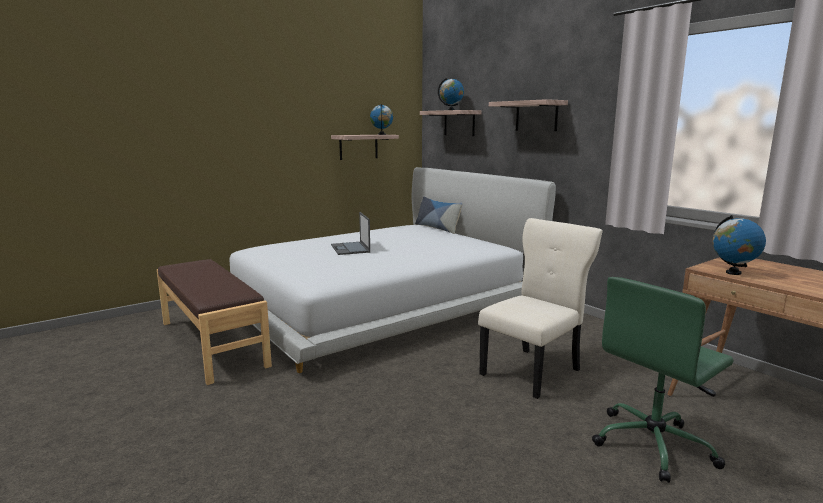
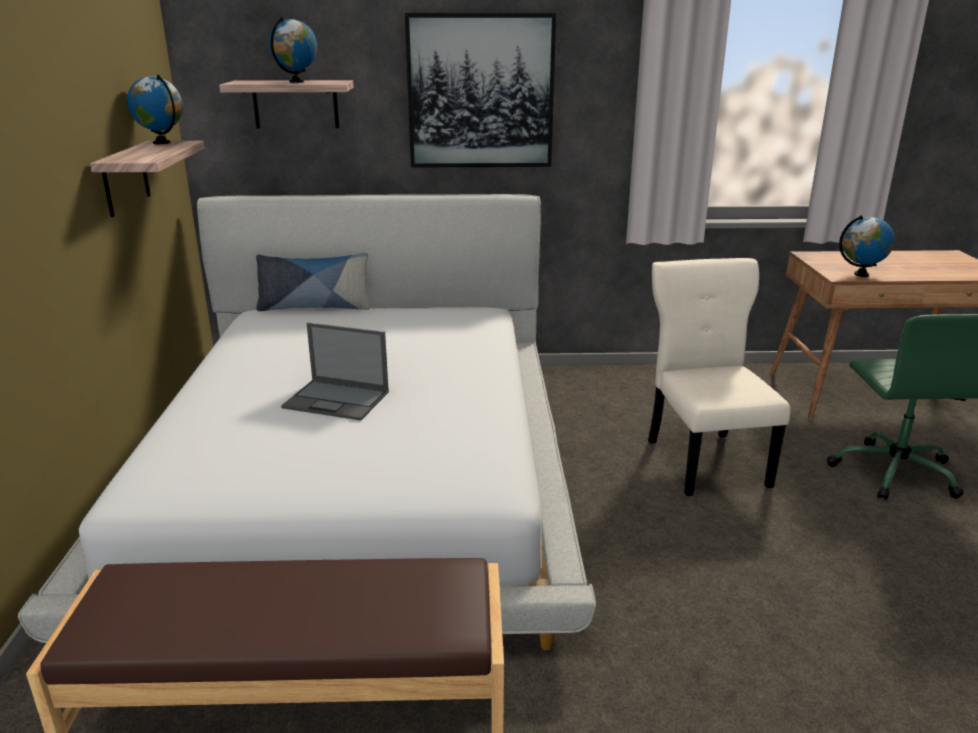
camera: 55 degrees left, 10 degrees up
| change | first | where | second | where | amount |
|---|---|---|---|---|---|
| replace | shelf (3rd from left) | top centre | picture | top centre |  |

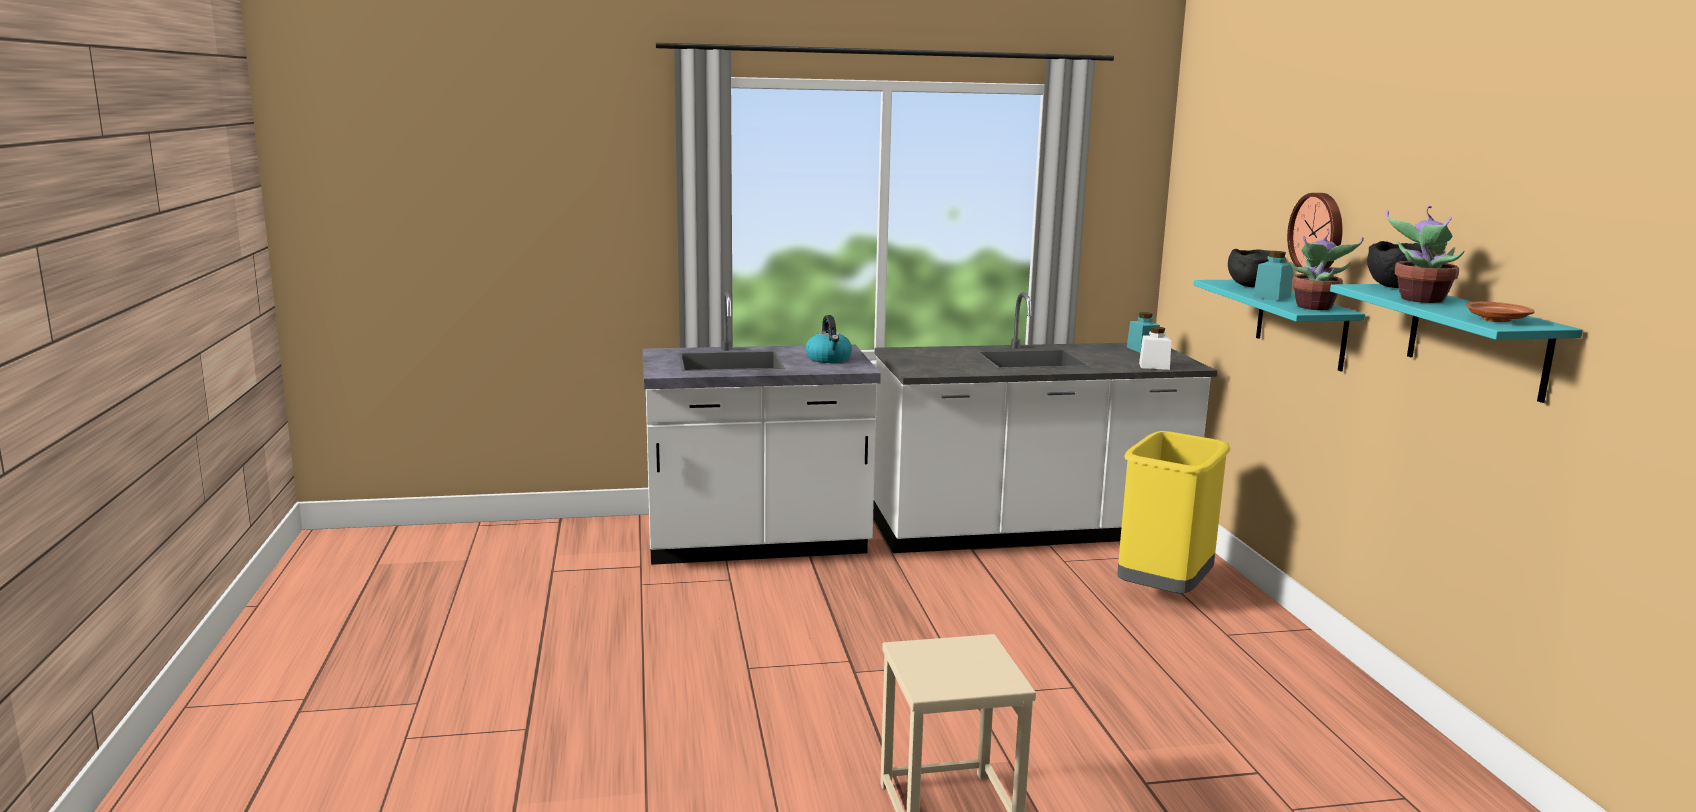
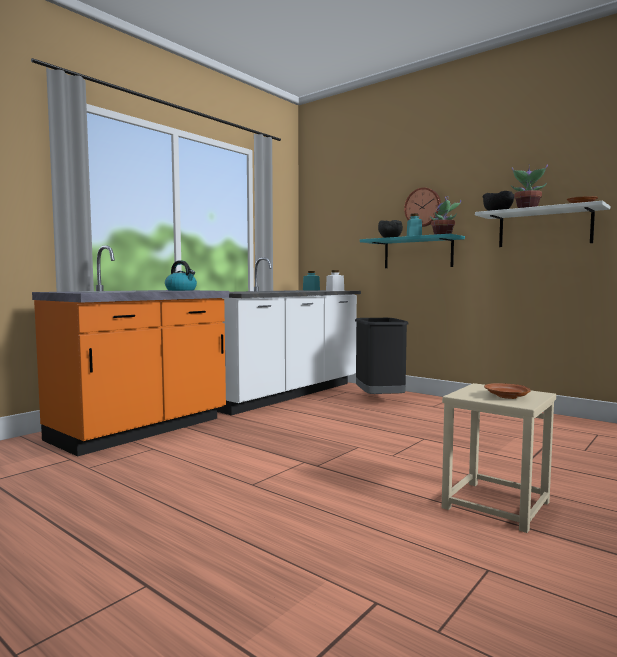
camera: 40 degrees left, 10 degrees down
| change | first | where | second | where | amount |
|---|---|---|---|---|---|
| insert |  |  | brown plate (1st from left) | middle right |  |
| recolor | white counter (1st from left) | centre | orange counter | middle left |  |
| recolor | yellow trash can | middle right | black trash can | centre |  |
| recolor | turquoise shelf (2nd from left) | middle right | white shelf | middle right |  |

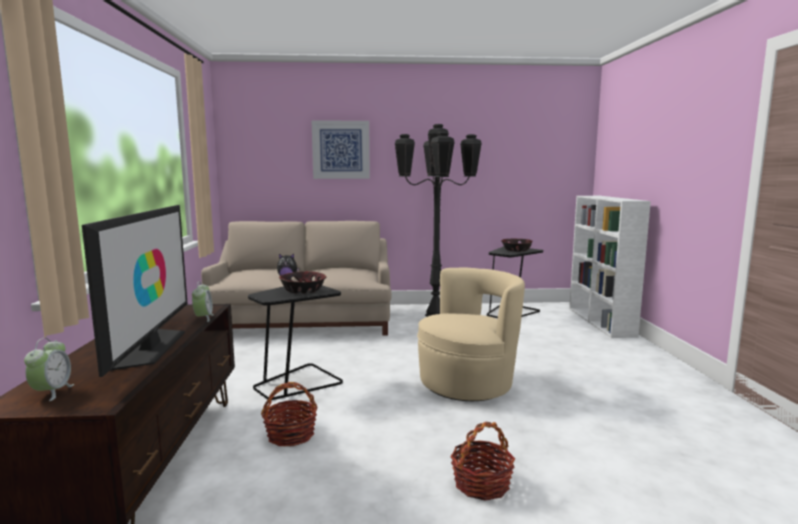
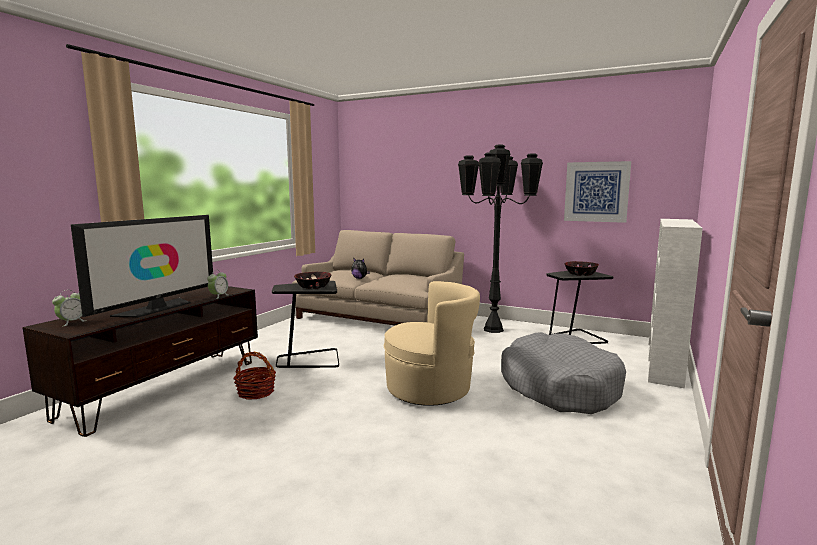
camera: 30 degrees right, 0 degrees up
| change | first | where | second | where | amount |
|---|---|---|---|---|---|
| delete | basket (2nd from left) | bottom centre |  |  |  |
| insert |  |  | grey dog bed | bottom right |  |
| move | picture | top centre |  | middle right |  |

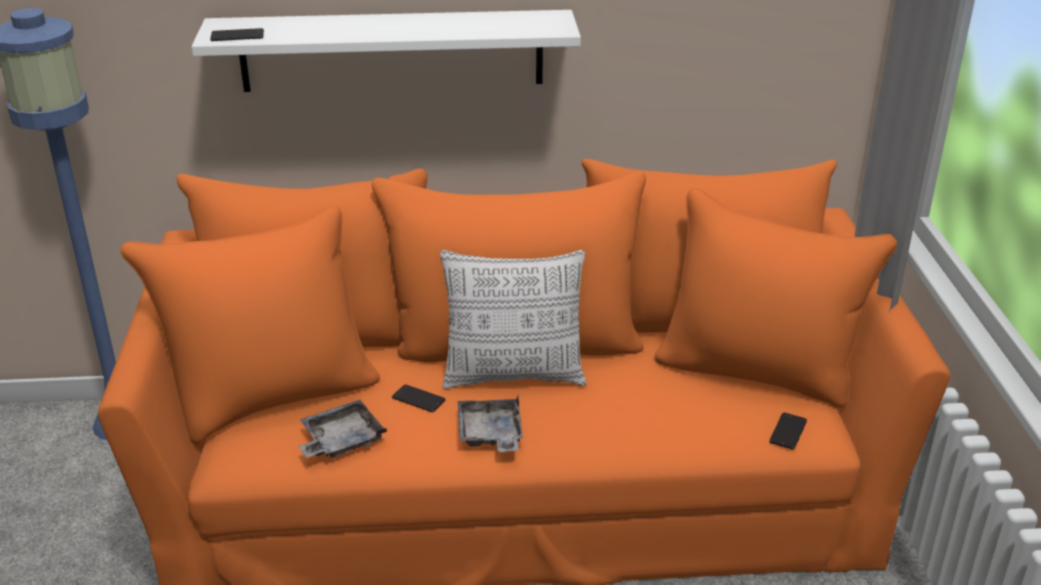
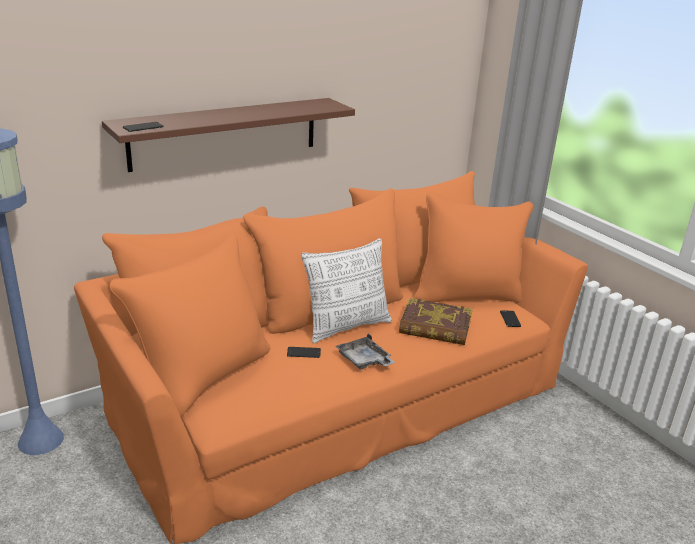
camera: 30 degrees left, 5 degrees down
| change | first | where | second | where | amount |
|---|---|---|---|---|---|
| delete | grey tray (1st from left) | bottom left |  |  |  |
| insert |  |  | book | centre |  |
| recolor | white shelf | top centre | brown shelf | top left |  |

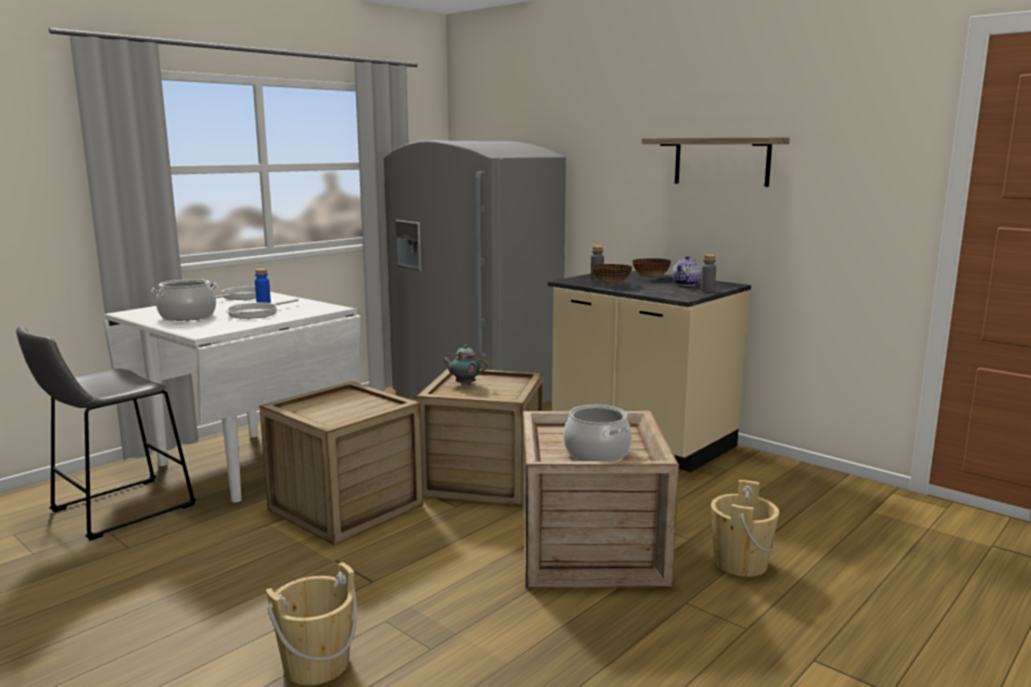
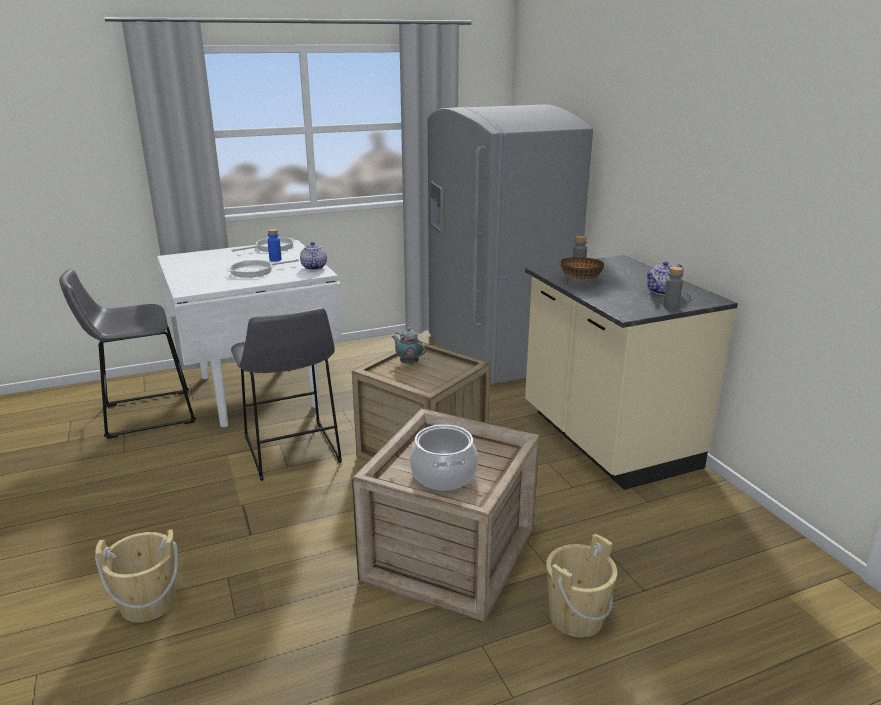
camera: 25 degrees right, 10 degrees up
| change | first | where | second | where | amount |
|---|---|---|---|---|---|
| delete | cooking pot (1st from left) | middle left |  |  |  |
| delete | bowl (2nd from left) | centre |  |  |  |
| delete | shelf | top right |  |  |  |
| insert |  |  | teapot (1st from left) | centre |  |
| replace | crate (1st from left) | bottom left | grey stool (2nd from left) | middle left |  |

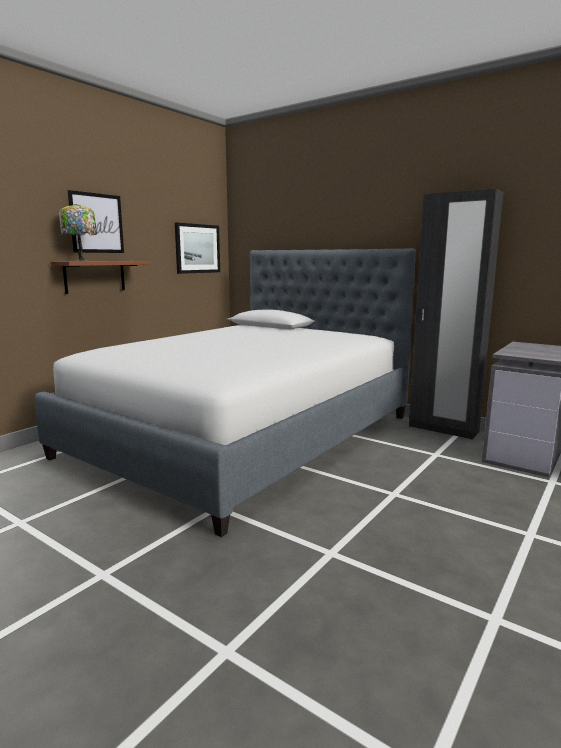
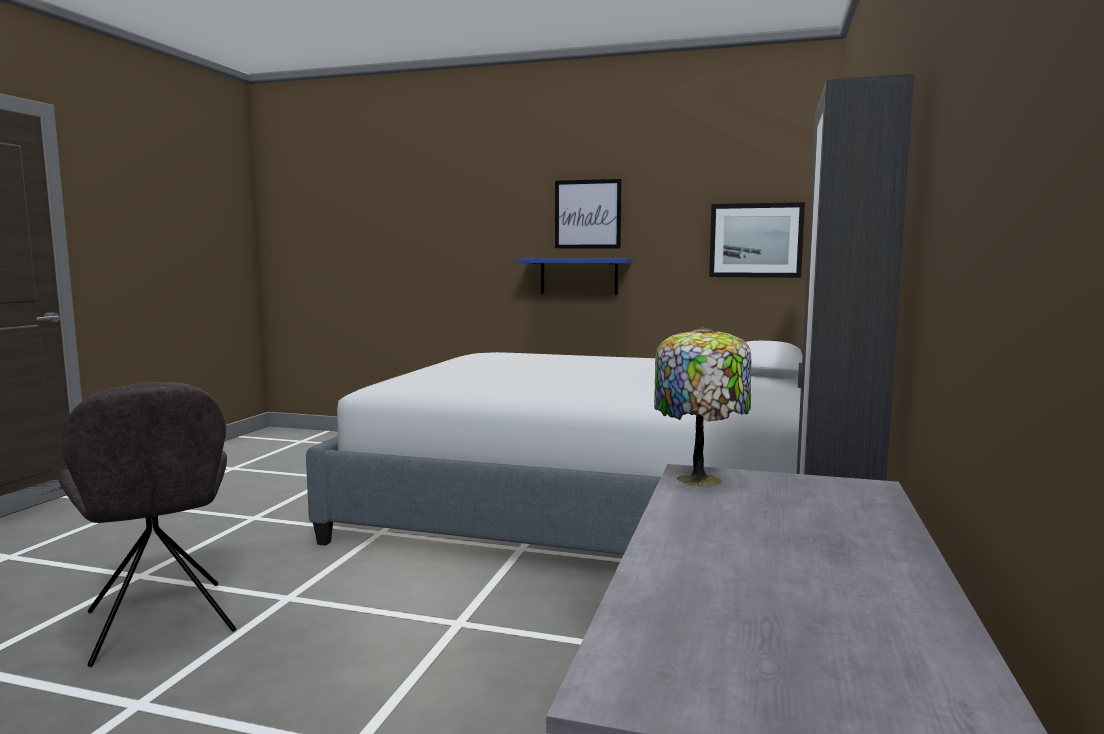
camera: 70 degrees right, 5 degrees down
| change | first | where | second | where | amount |
|---|---|---|---|---|---|
| insert |  |  | grey chair | bottom left |  |
| move | table lamp | top left |  | centre |  |
| recolor | brown shelf | middle left | blue shelf | centre |  |

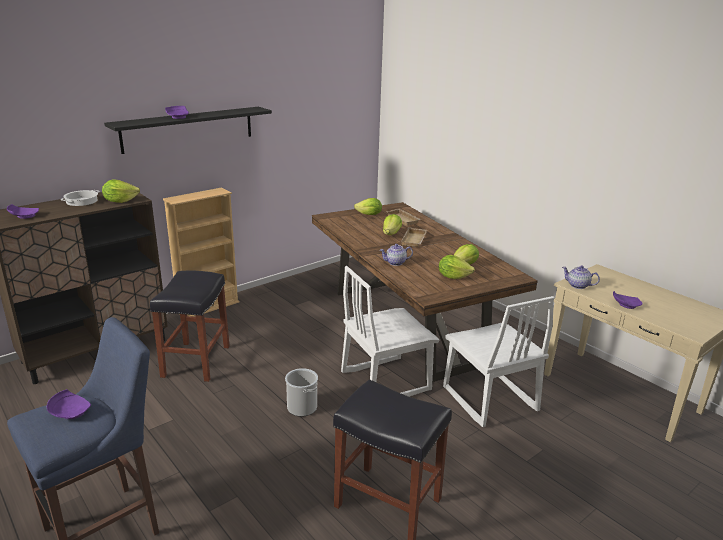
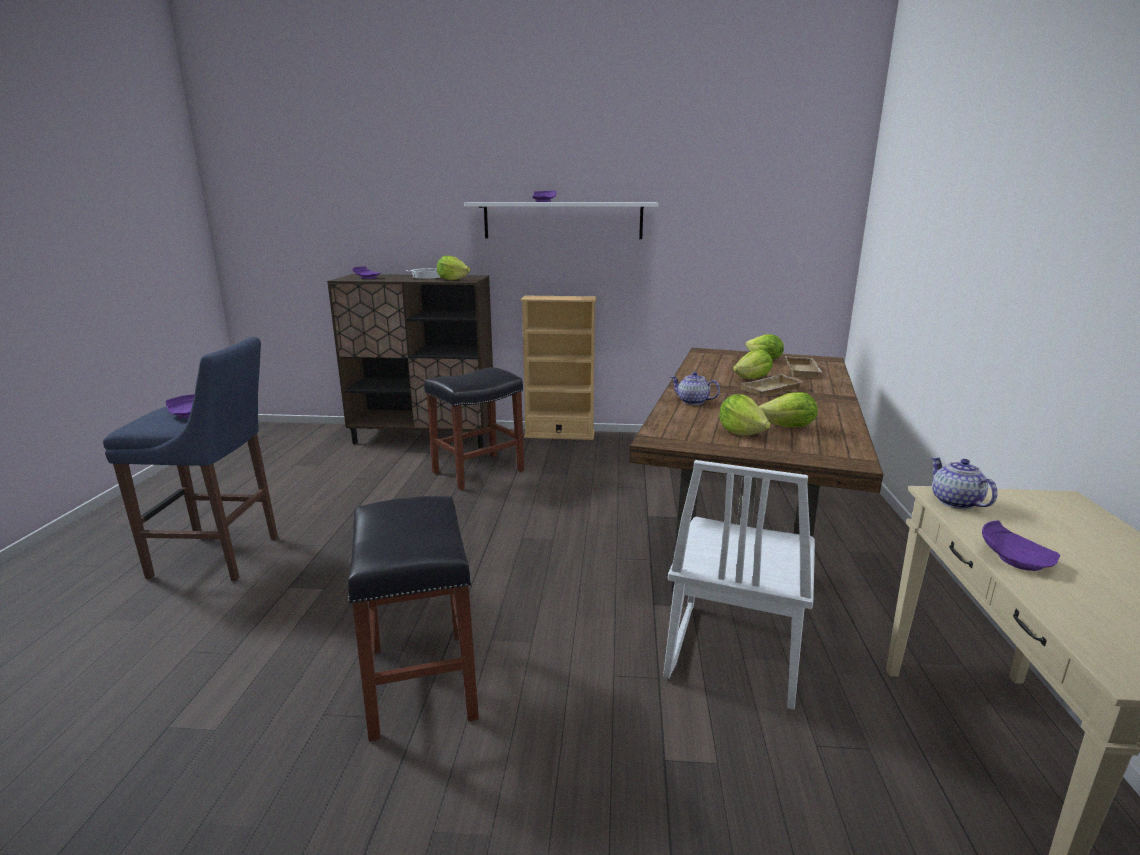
camera: 45 degrees right, 5 degrees down
| change | first | where | second | where | amount |
|---|---|---|---|---|---|
| delete | bucket | bottom centre |  |  |  |
| delete | white chair (1st from left) | centre |  |  |  |
| recolor | black shelf | top left | white shelf | top centre |  |

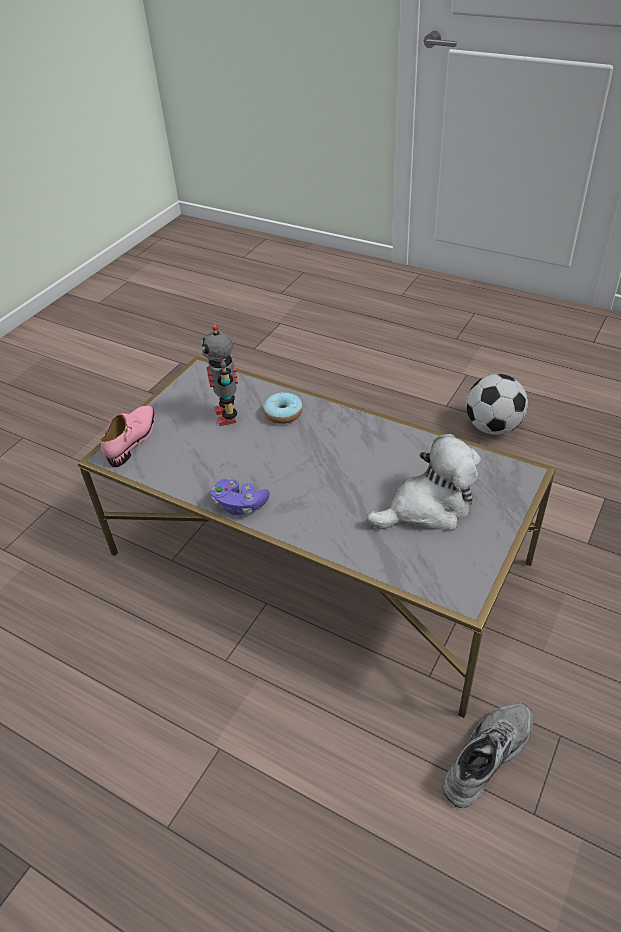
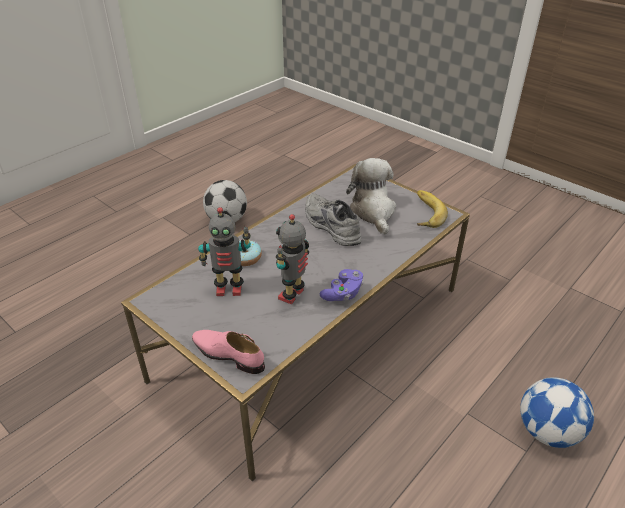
camera: 80 degrees left, 5 degrees down
| change | first | where | second | where | amount |
|---|---|---|---|---|---|
| insert |  |  | toy robot (2nd from left) | centre |  |
| insert |  |  | banana | middle right |  |
| insert |  |  | football (2nd from left) | bottom right |  |
| move | grey shoe | bottom right |  | centre |  |

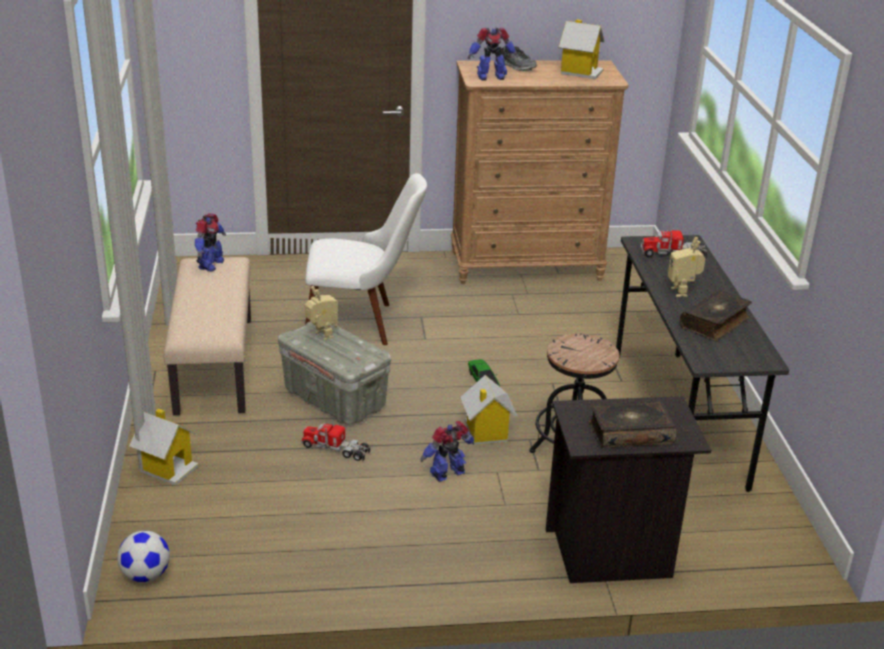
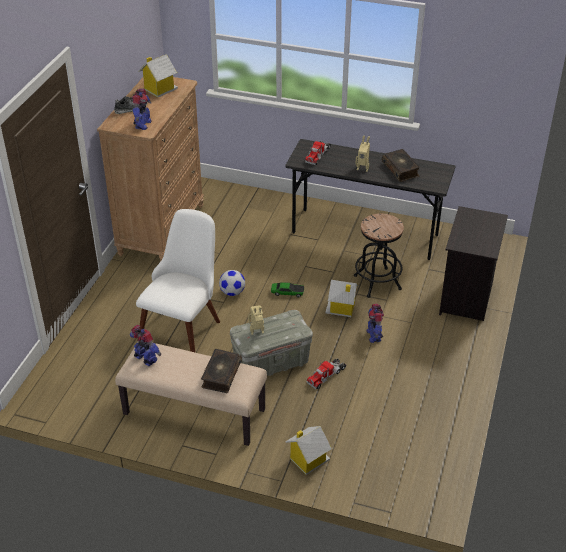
camera: 65 degrees left, 10 degrees up
| change | first | where | second | where | amount |
|---|---|---|---|---|---|
| move | football | bottom left |  | centre |  |
| move | book (1st from left) | middle right |  | bottom centre |  |

